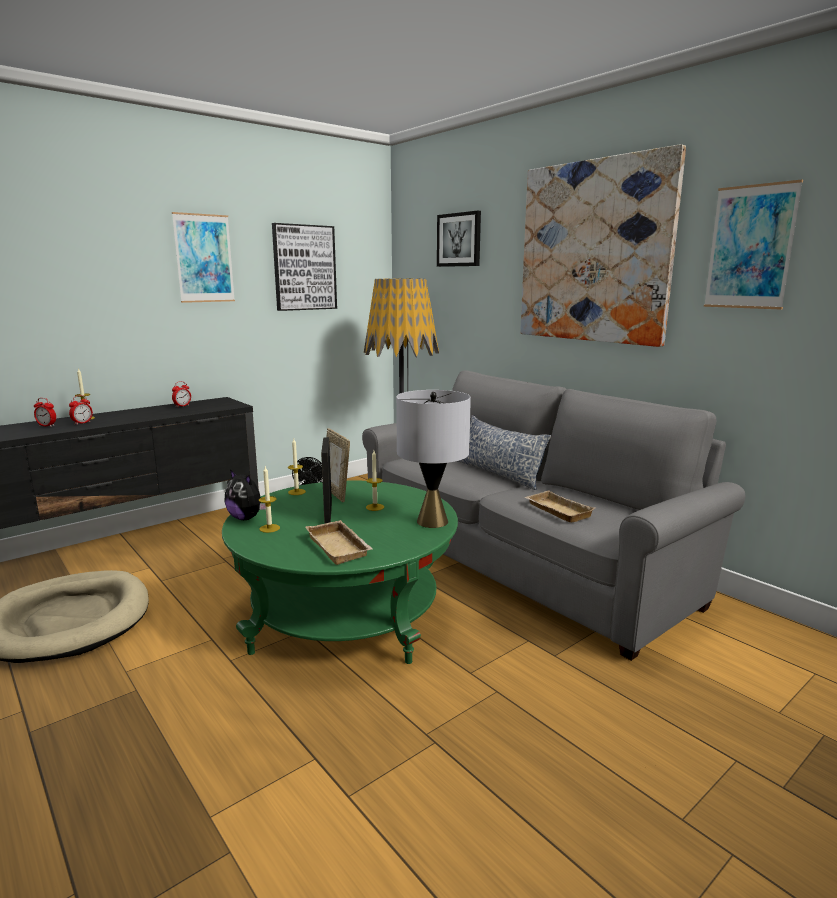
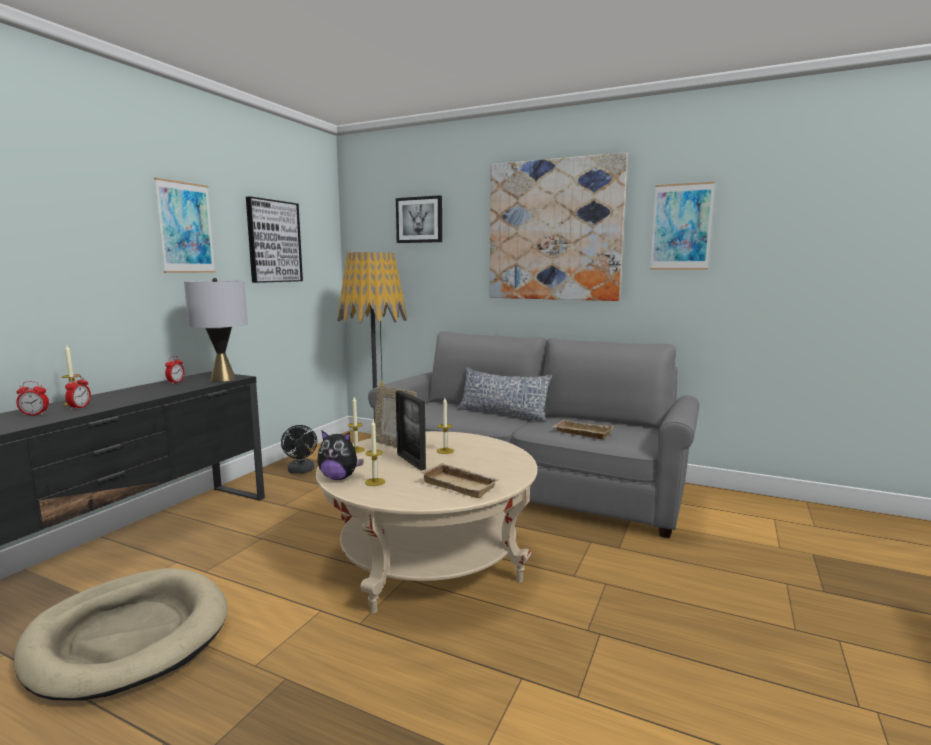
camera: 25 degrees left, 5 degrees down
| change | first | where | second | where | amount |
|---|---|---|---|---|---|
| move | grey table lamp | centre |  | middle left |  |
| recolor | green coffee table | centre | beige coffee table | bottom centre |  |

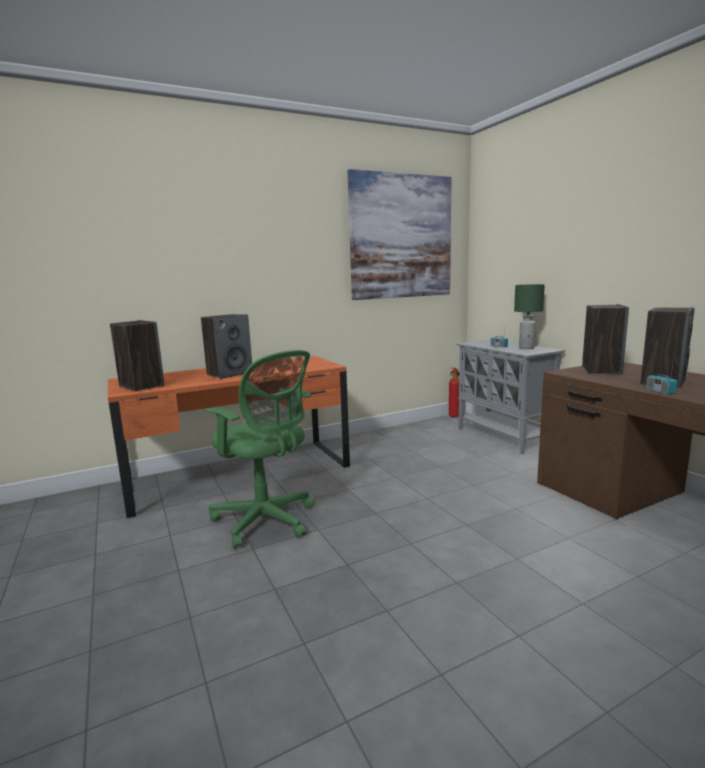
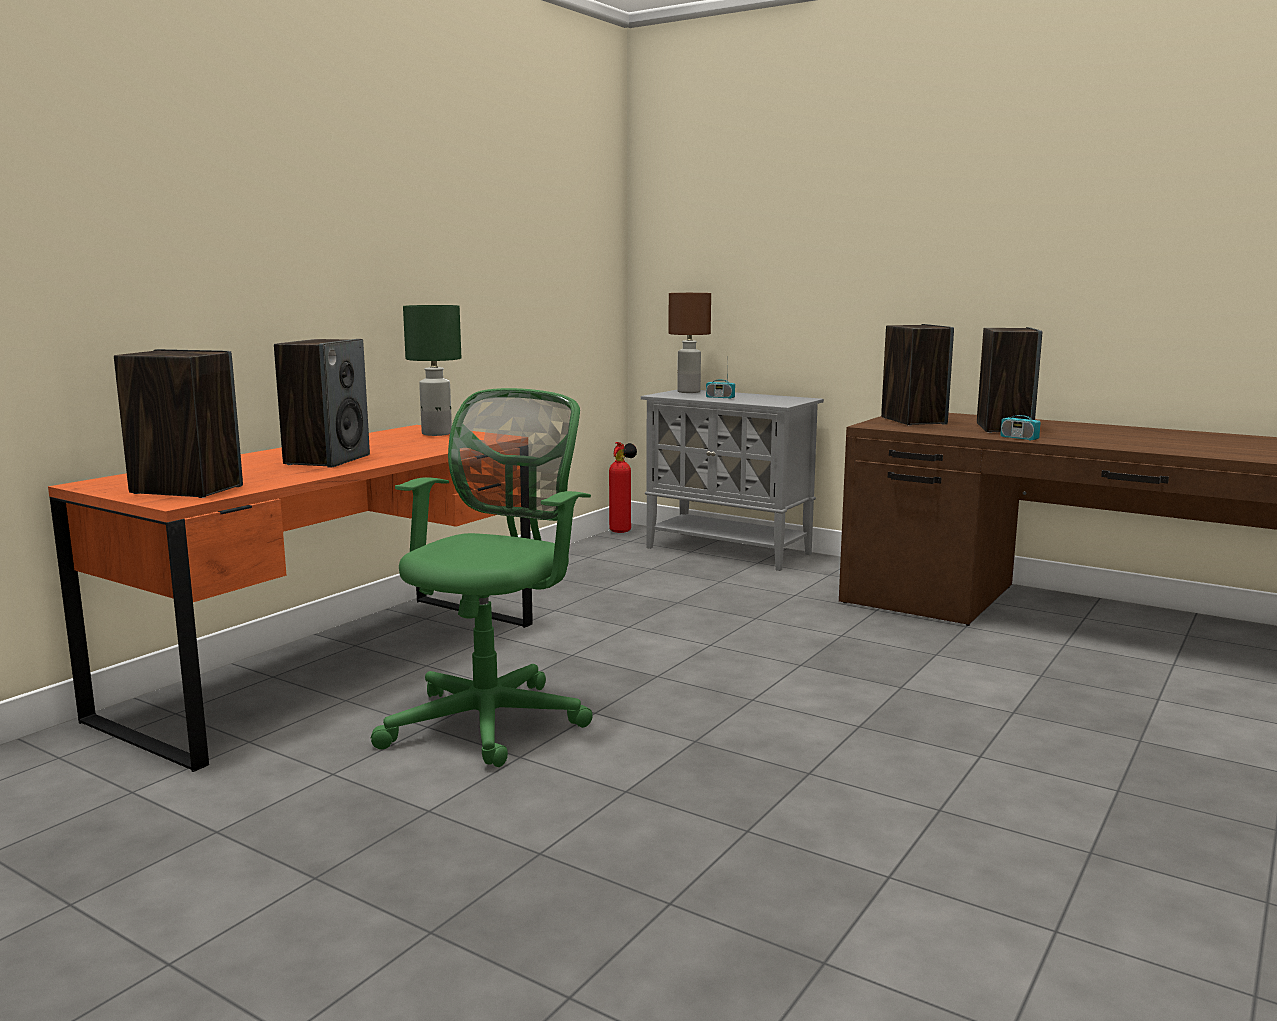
camera: 30 degrees left, 0 degrees up
| change | first | where | second | where | amount |
|---|---|---|---|---|---|
| delete | picture | top centre |  |  |  |
| insert |  |  | brown table lamp | centre |  |
| move | green table lamp | middle right |  | centre |  |
| rotate | green office chair | centre |  | centre | 75 degrees counterclockwise |

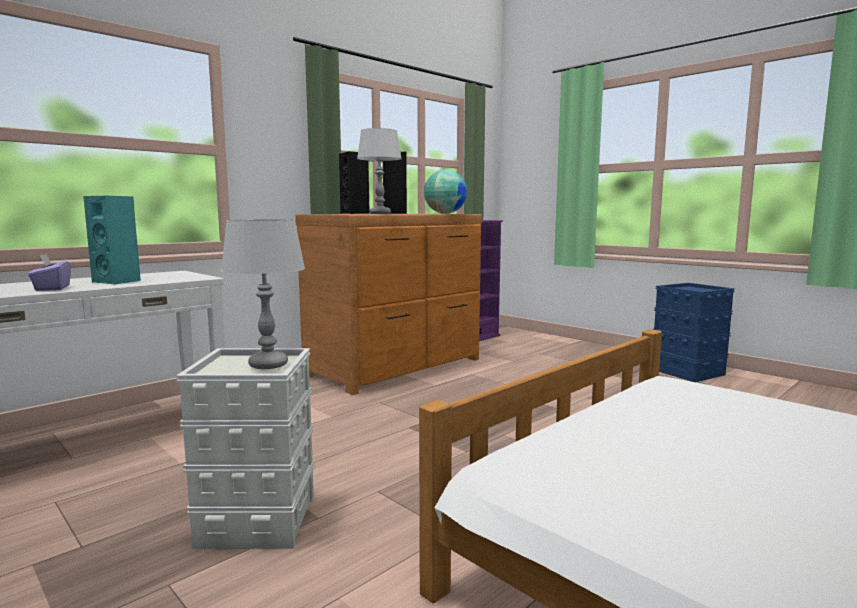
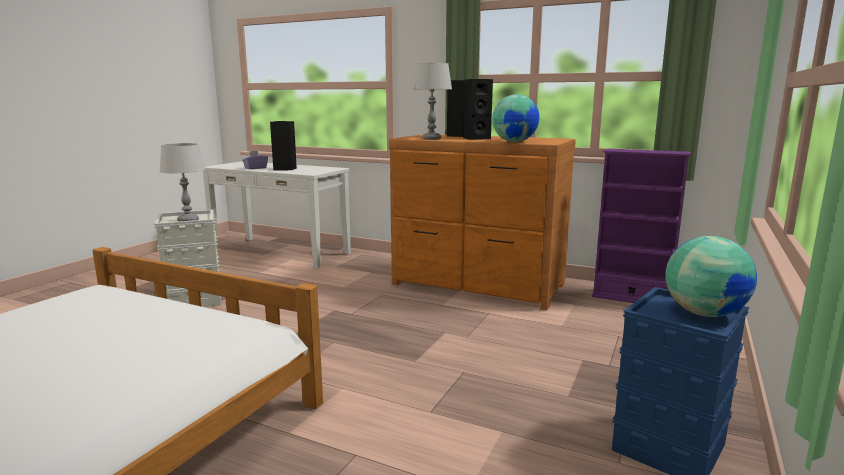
camera: 70 degrees right, 5 degrees up
| change | first | where | second | where | amount |
|---|---|---|---|---|---|
| insert |  |  | globe (2nd from left) | middle right |  |
| recolor | turquoise speaker | middle left | black speaker (1st from left) | top centre |  |

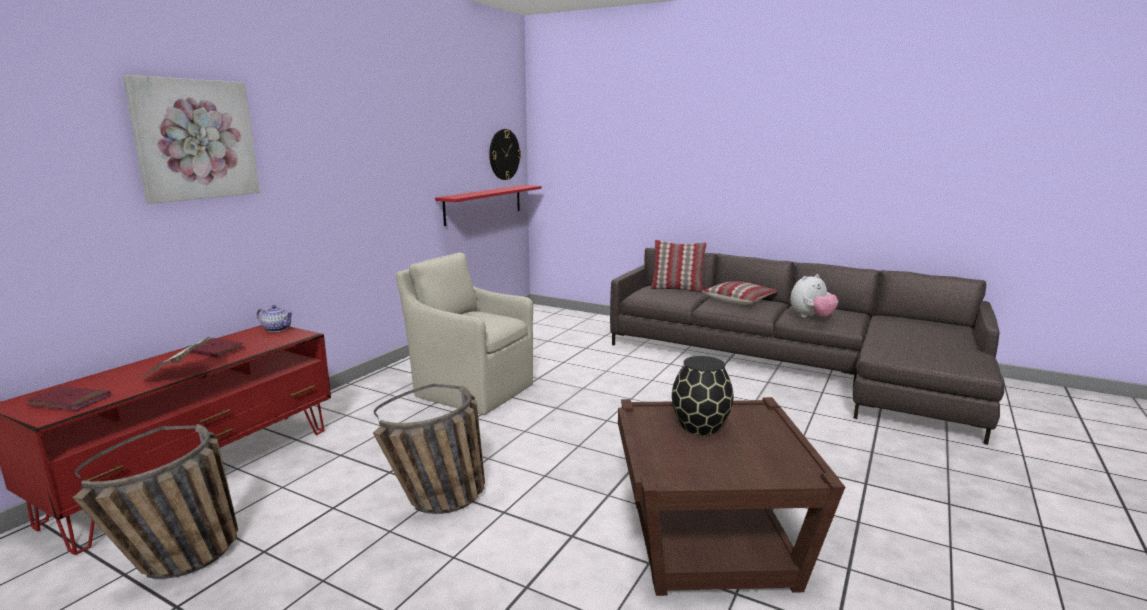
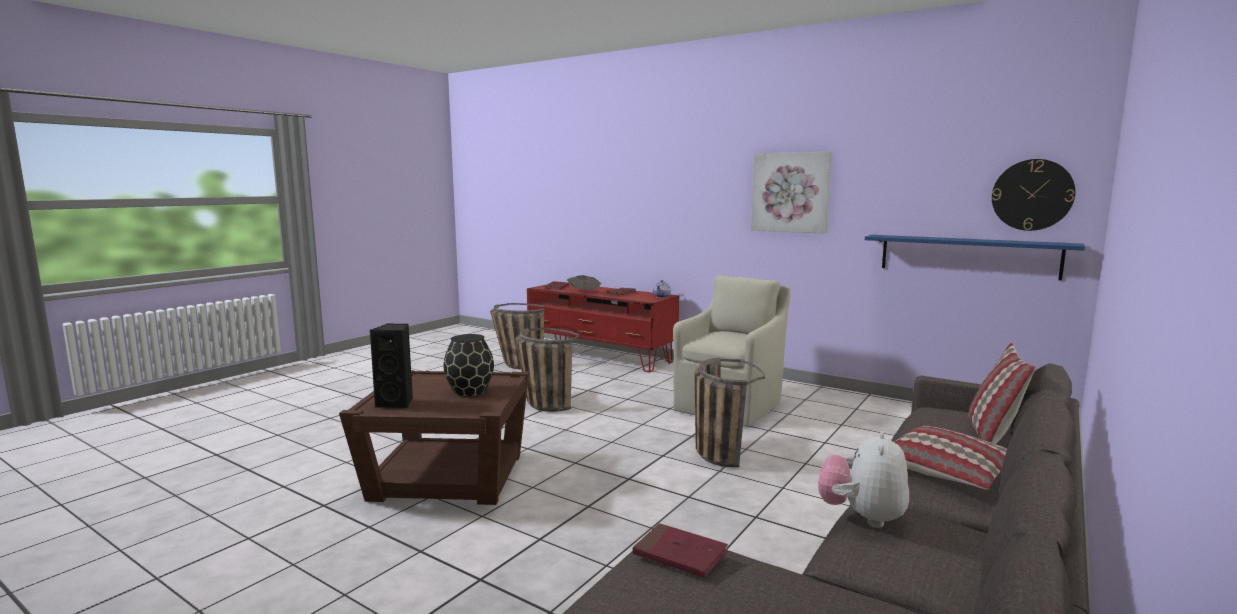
camera: 95 degrees right, 5 degrees down
| change | first | where | second | where | amount |
|---|---|---|---|---|---|
| insert |  |  | black speaker | middle left |  |
| insert |  |  | red book (3rd from left) | bottom centre |  |
| insert |  |  | basket (3rd from left) | bottom centre |  |
| move | picture | top left |  | top centre |  |
| recolor | red shelf | centre | blue shelf | middle right |  |
| rotate | plush toy | middle right |  | bottom right | 45 degrees clockwise |

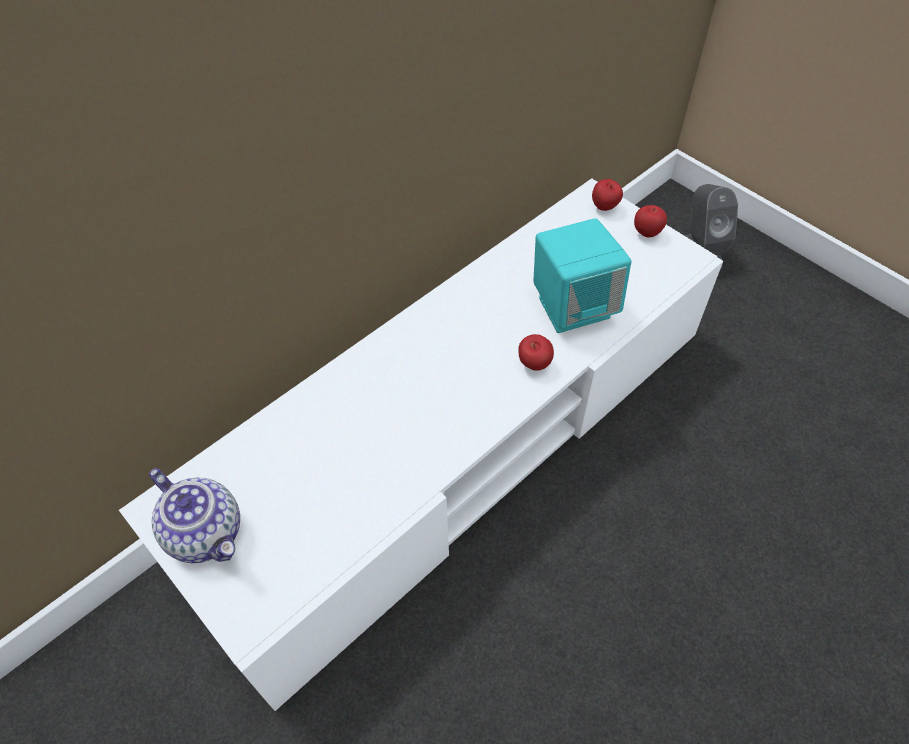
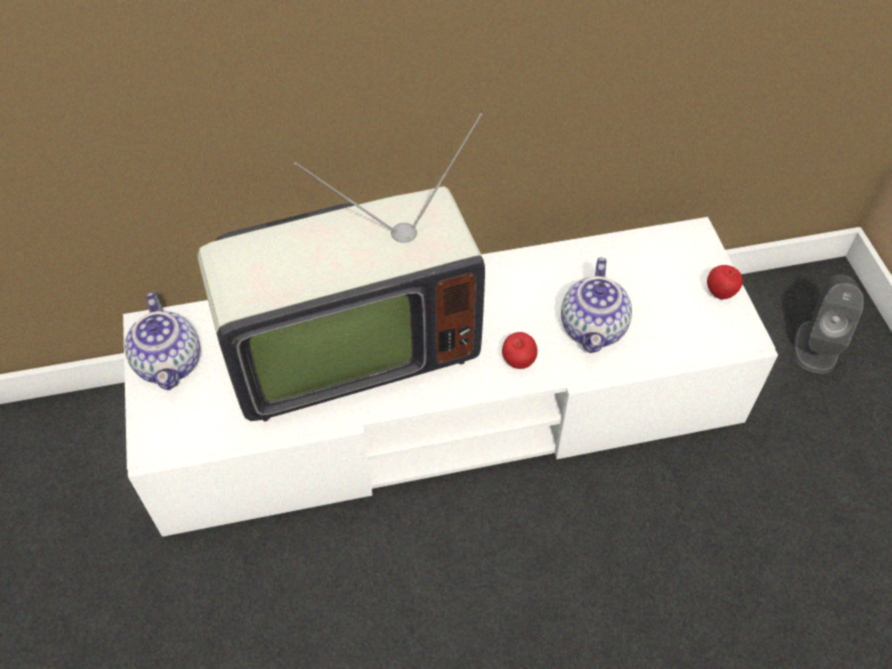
camera: 30 degrees right, 0 degrees up
| change | first | where | second | where | amount |
|---|---|---|---|---|---|
| delete | apple (2nd from left) | top right |  |  |  |
| insert |  |  | television | centre |  |
| replace | turquoise speaker | centre | teapot (2nd from left) | middle right |  |

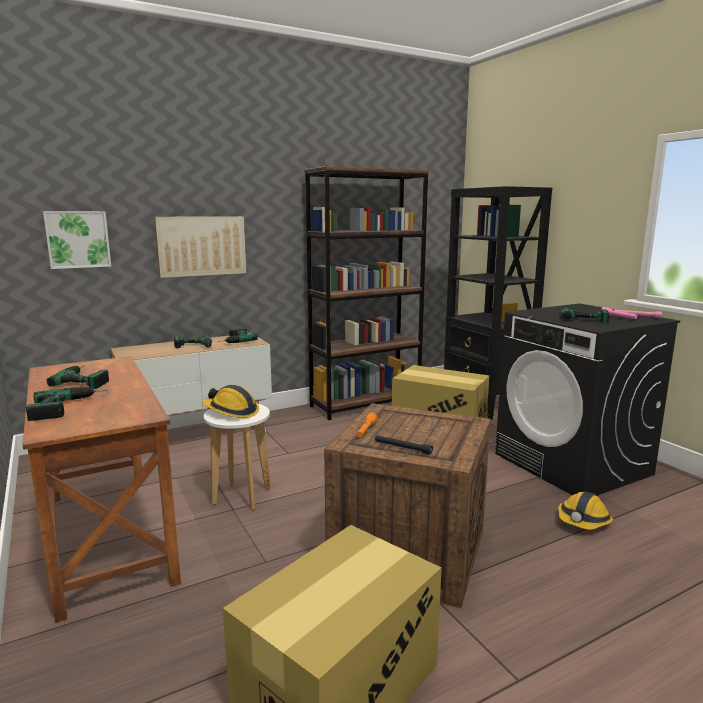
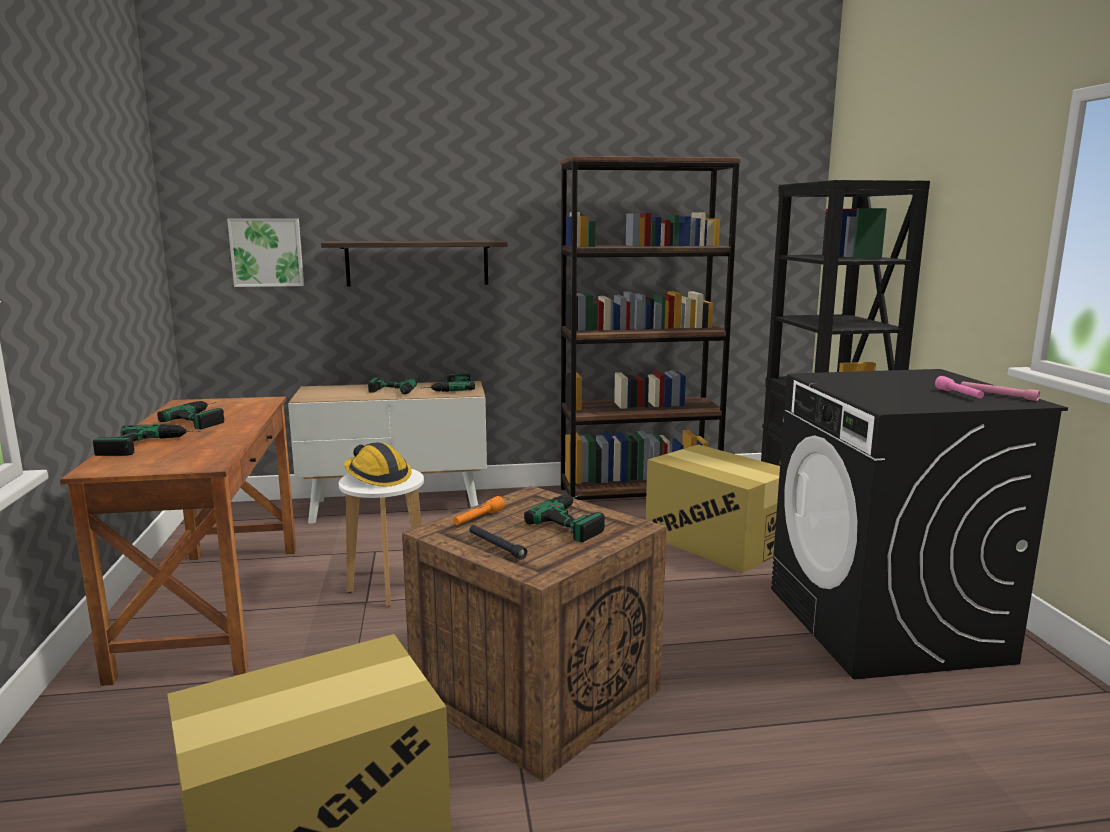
camera: 20 degrees right, 0 degrees up
| change | first | where | second | where | amount |
|---|---|---|---|---|---|
| delete | hard hat (2nd from left) | bottom right |  |  |  |
| move | power drill (5th from left) | middle right |  | centre |  |
| replace | picture (2nd from left) | middle left | shelf | top centre |  |

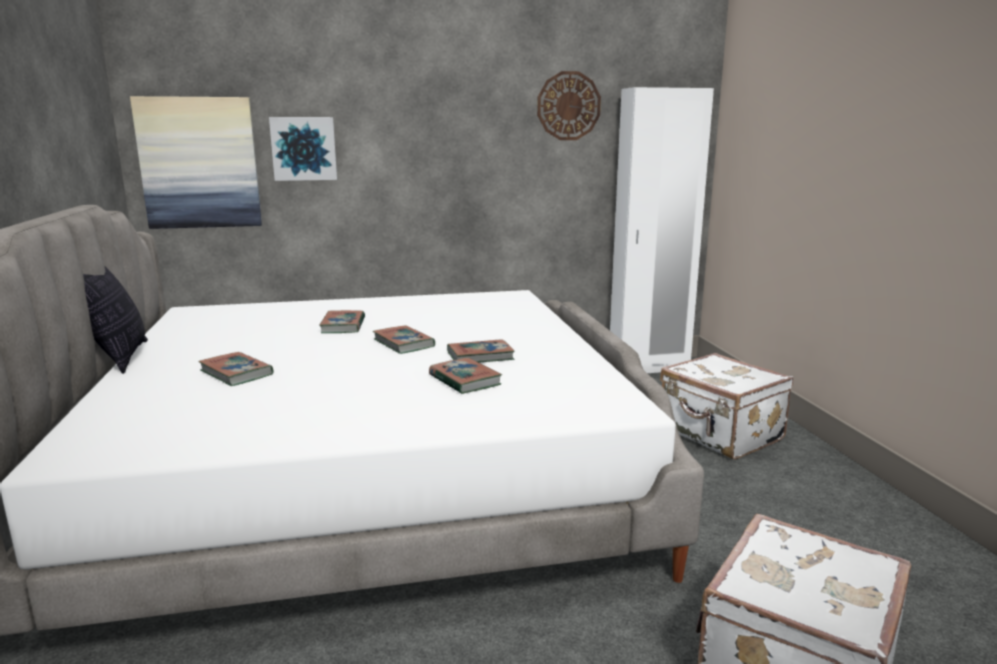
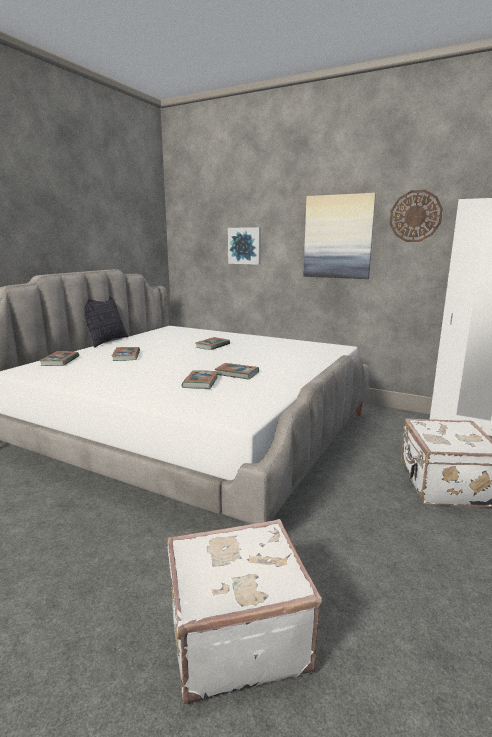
camera: 40 degrees right, 0 degrees up
| change | first | where | second | where | amount |
|---|---|---|---|---|---|
| move | picture (1st from left in the first image) | top left | picture (2nd from left) | top right |  |
| move | book (3rd from left in the first image) | centre | book (1st from left) | middle left |  |

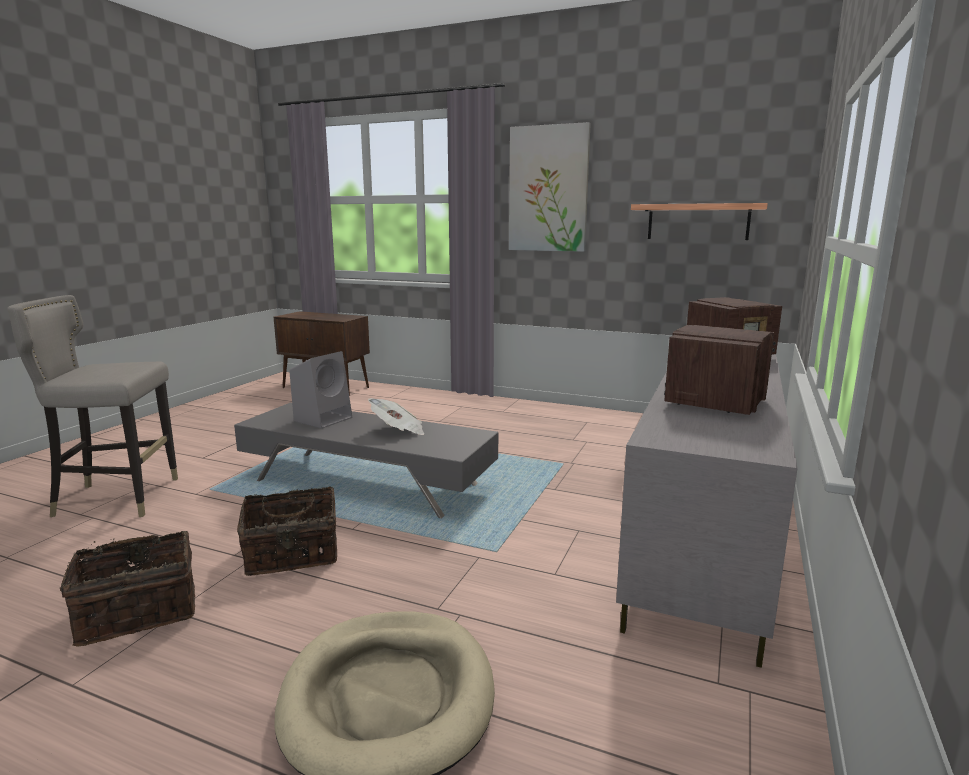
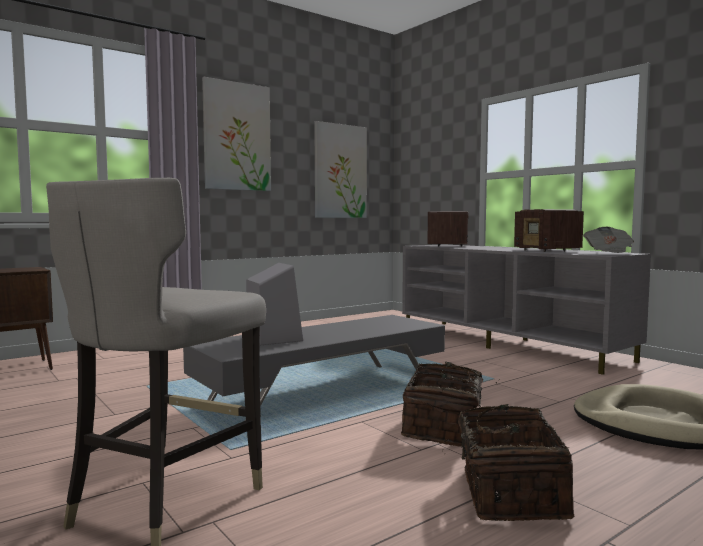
camera: 60 degrees left, 10 degrees down
| change | first | where | second | where | amount |
|---|---|---|---|---|---|
| move | newspaper | centre |  | middle right |  |
| replace | shelf | top right | picture (2nd from left) | top centre |  |

